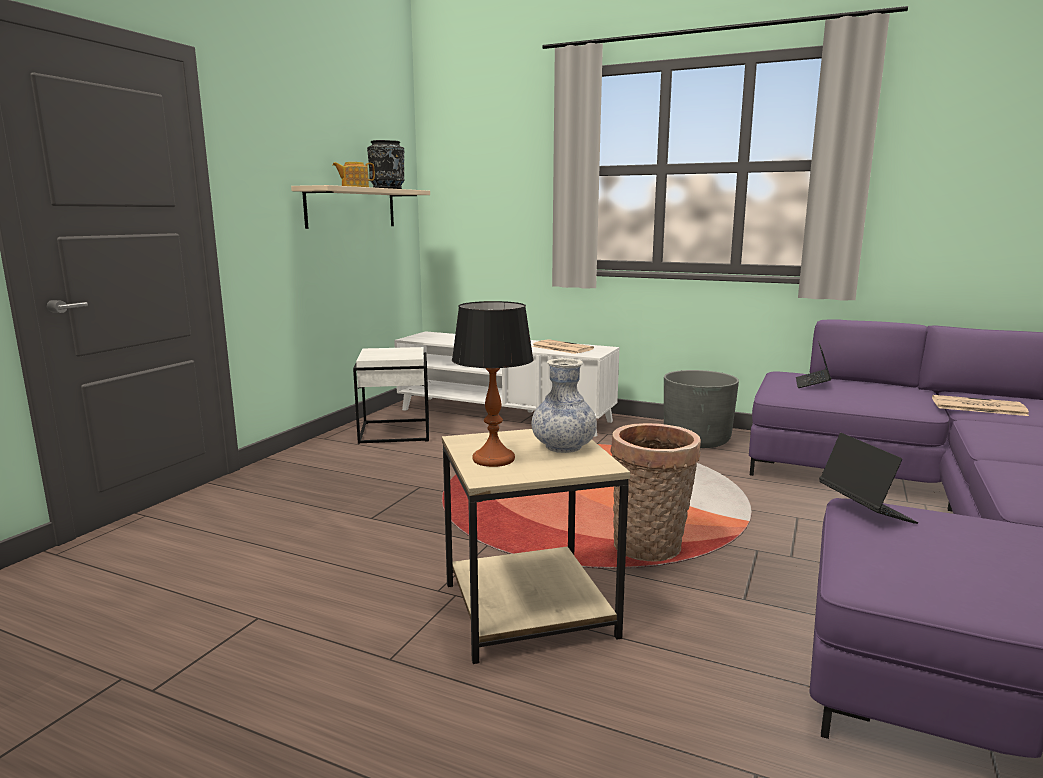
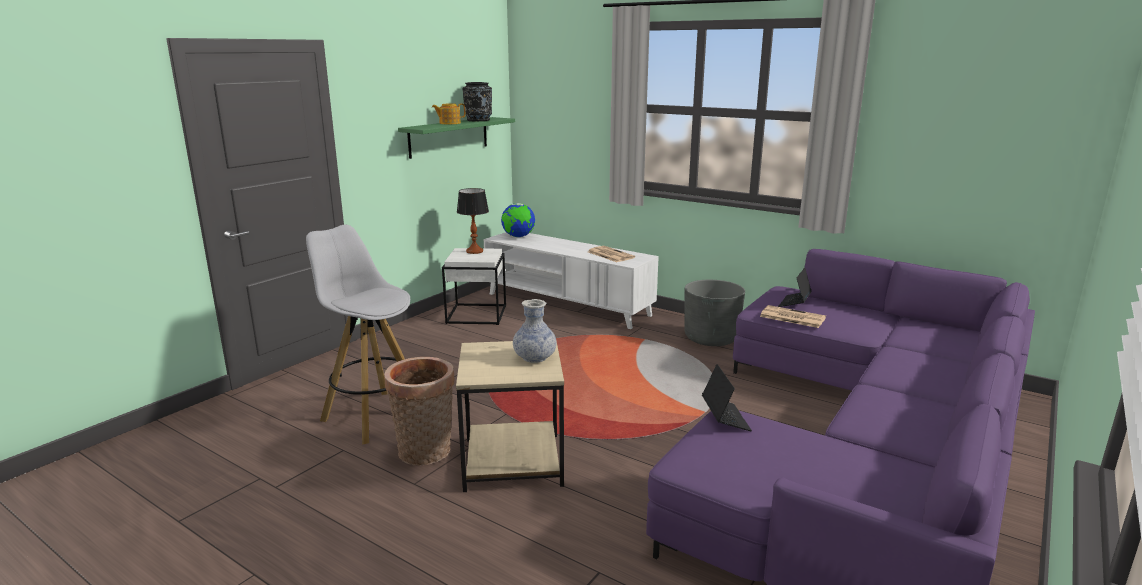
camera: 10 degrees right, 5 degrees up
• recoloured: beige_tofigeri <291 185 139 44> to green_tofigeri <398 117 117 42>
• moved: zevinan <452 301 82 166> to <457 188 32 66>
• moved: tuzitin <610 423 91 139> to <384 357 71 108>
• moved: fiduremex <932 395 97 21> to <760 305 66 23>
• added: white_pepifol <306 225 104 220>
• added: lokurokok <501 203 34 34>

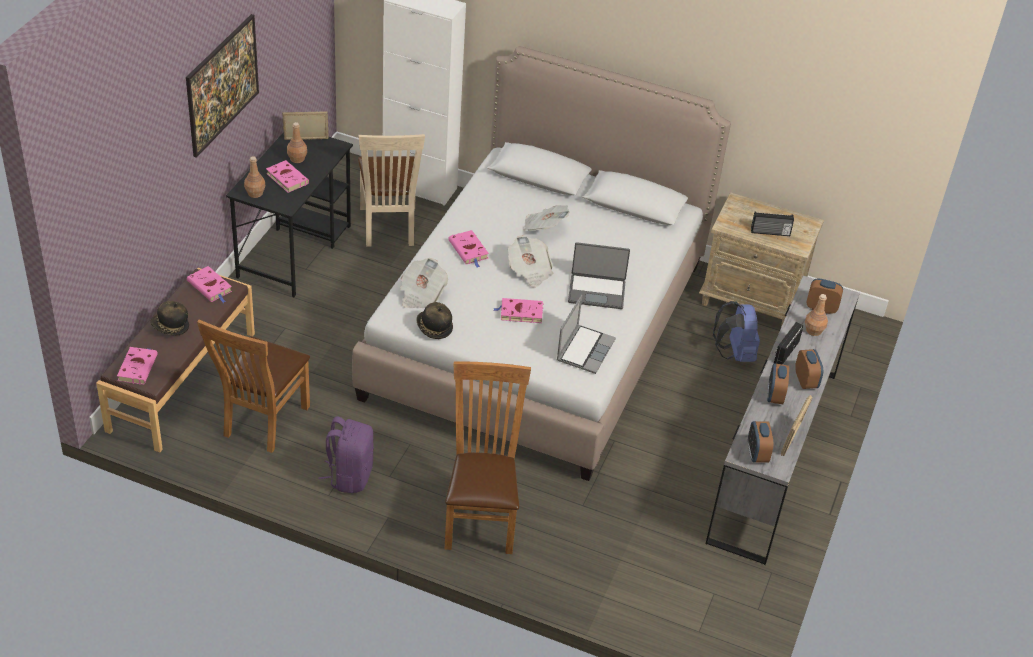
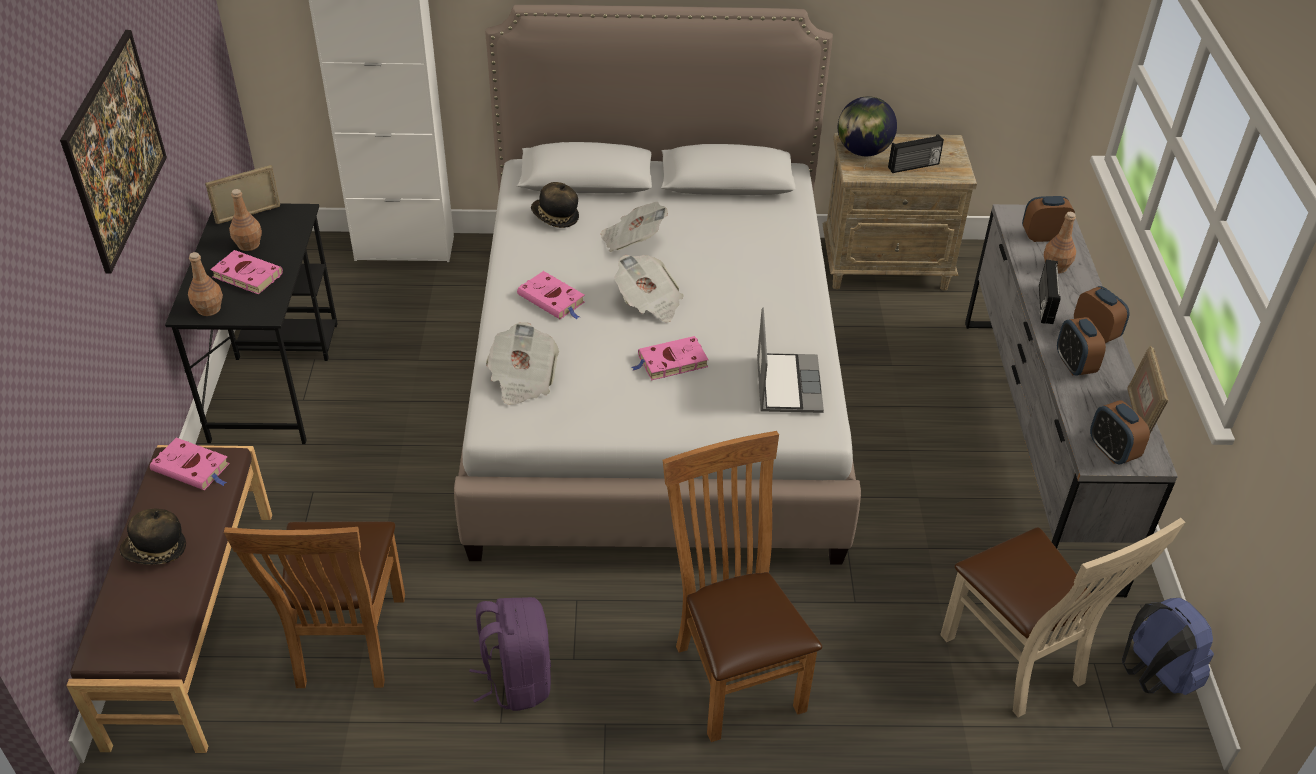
camera: 20 degrees left, 0 degrees up
• removed: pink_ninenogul <117 347 41 38>
• moved: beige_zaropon <358 134 67 113> to <940 518 245 199>
• moved: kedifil <417 302 36 37> to <531 182 48 46>
• removed: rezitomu <568 242 62 67>
• moved: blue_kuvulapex <713 301 47 61> to <1122 598 92 97>
• added: lokurokok <838 96 59 60>

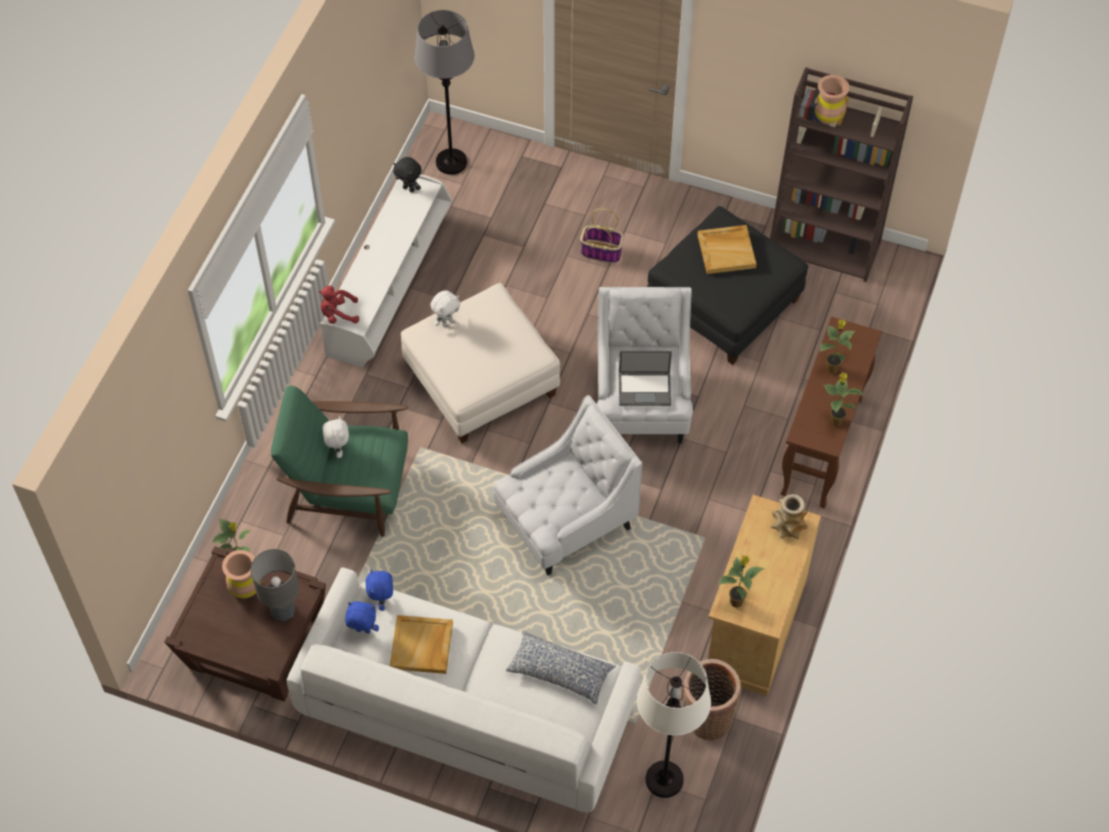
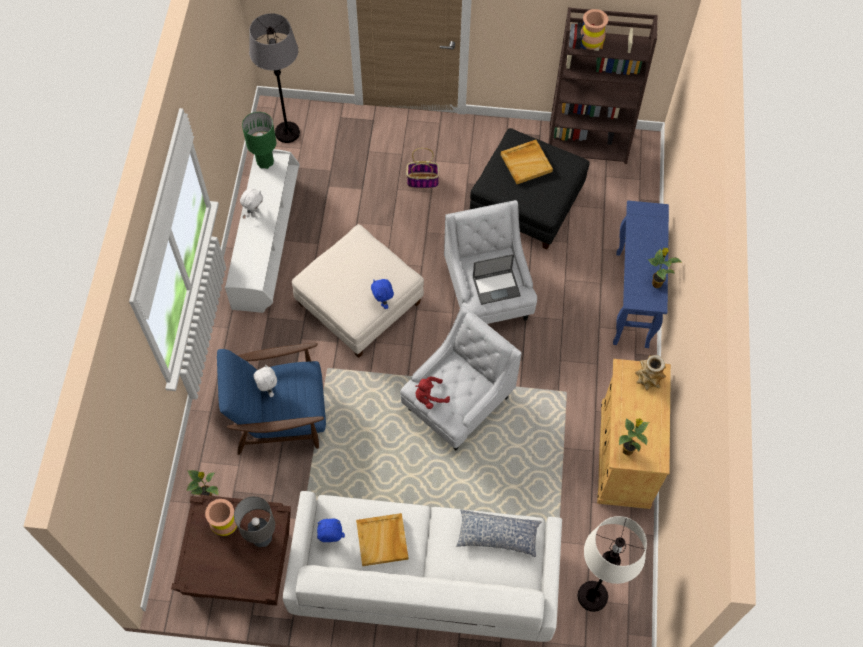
camera: 15 degrees left, 5 degrees up
• recoloured: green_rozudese <271 385 137 152> to blue_rozudese <217 343 109 112>
• moved: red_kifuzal <319 285 40 39> to <415 377 35 32>
• moved: blue_kifuzal <366 569 27 42> to <371 279 23 30>
• replaced: black_kifuzal <393 157 29 35> to green_zevinan <242 112 34 57>
• moved: white_kifuzal <431 290 29 37> to <240 188 23 29>
• removed: tuzitin <683 659 58 82>
• recoloured: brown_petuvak <781 317 101 191> to blue_petuvak <613 200 56 148>
• removed: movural <820 319 35 55>

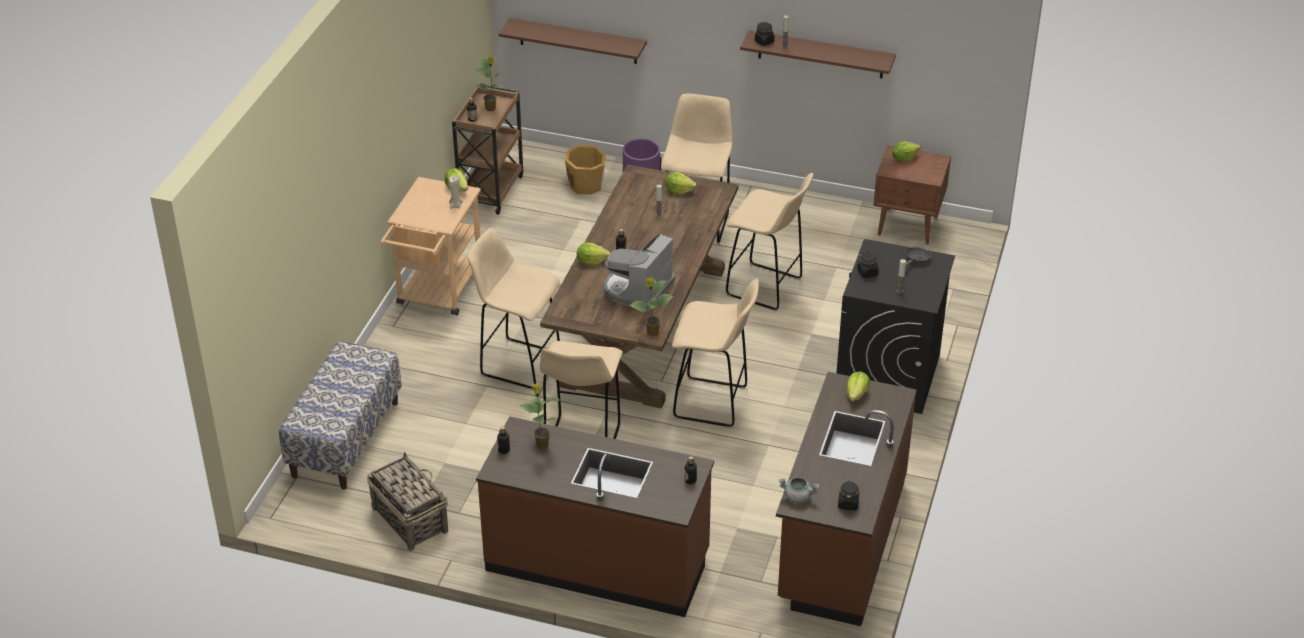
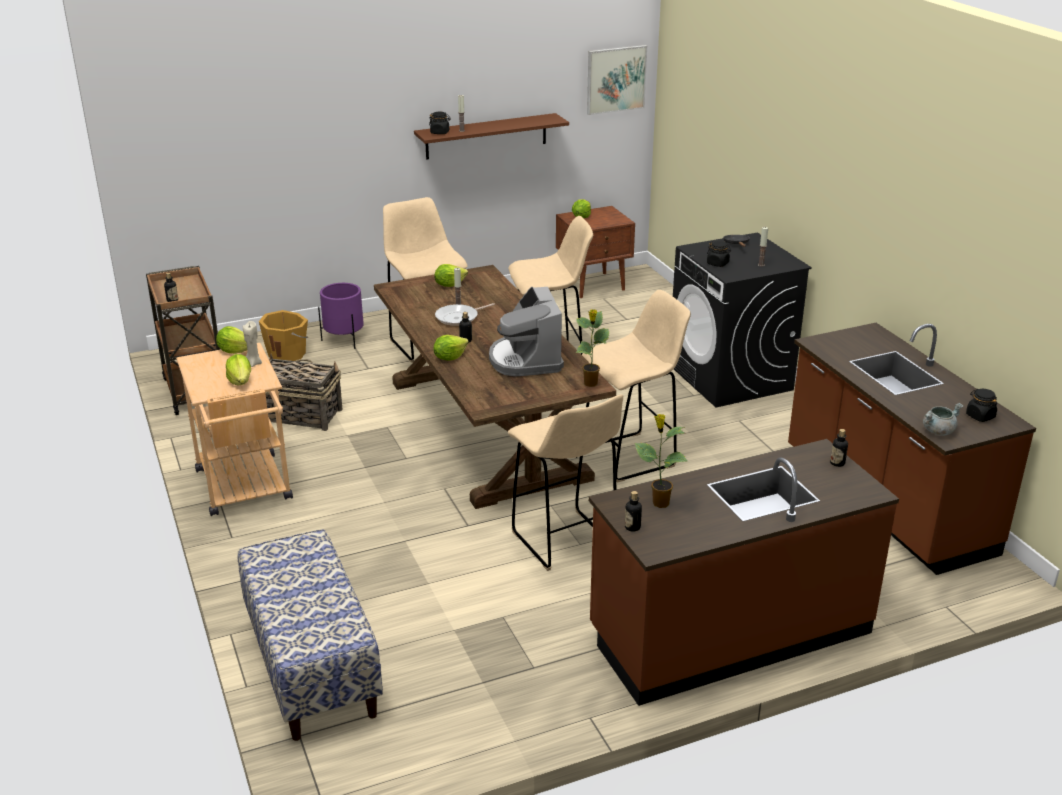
camera: 40 degrees left, 10 degrees down
• moved: tuzitin <367 451 81 100> to <265 354 77 77>
• removed: beige_pepifol <468 228 92 162>
• removed: movural <473 56 29 55>
• removed: brown_tofigeri <499 18 148 46>
• moved: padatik <846 371 24 30> to <226 354 25 31>
• added: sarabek <435 303 60 23>
• added: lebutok <587 45 60 70>

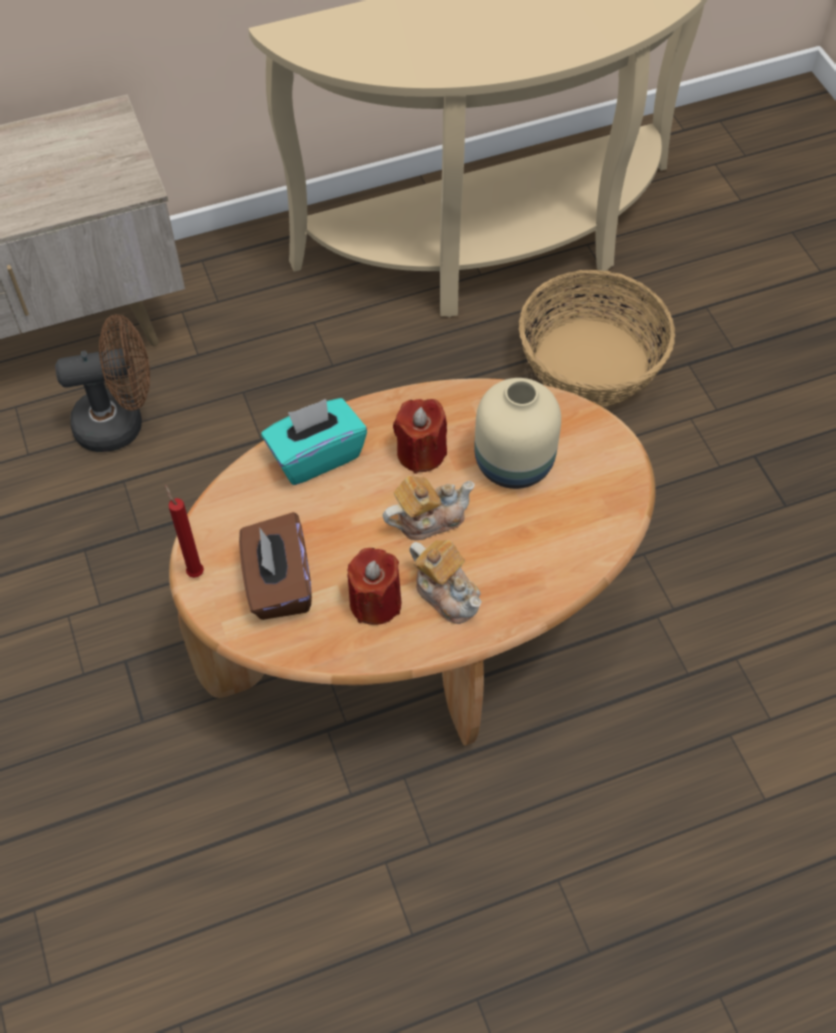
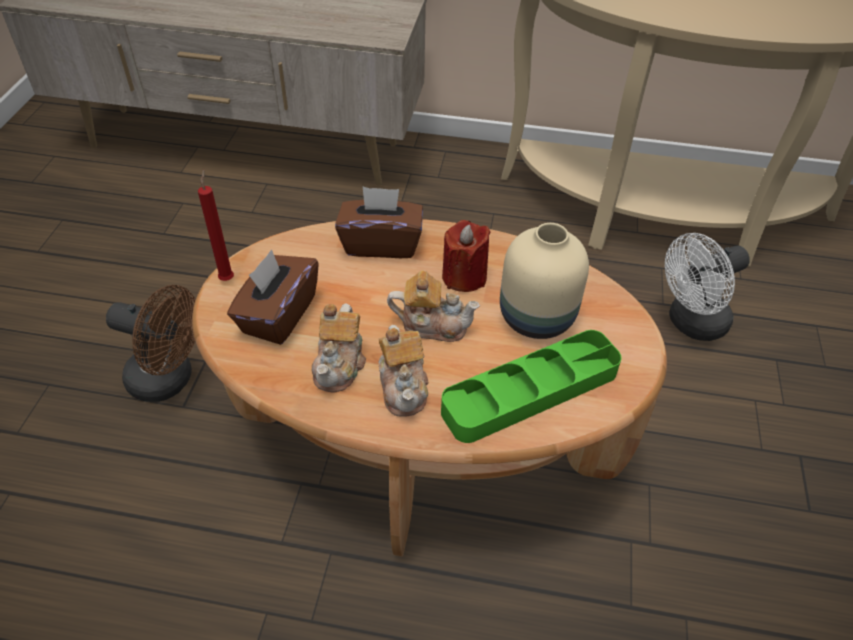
camera: 30 degrees right, 10 degrees down
• moved: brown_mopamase <55 314 95 138> to <106 285 89 117>
• recoloured: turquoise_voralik <261 398 106 87> to brown_voralik <335 187 88 71>
• replaced: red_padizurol <347 548 55 77> to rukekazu <312 303 54 90>
• replaced: tuzitin <519 270 156 137> to white_mopamase <665 233 85 108>
• added: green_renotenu <441 330 180 113>

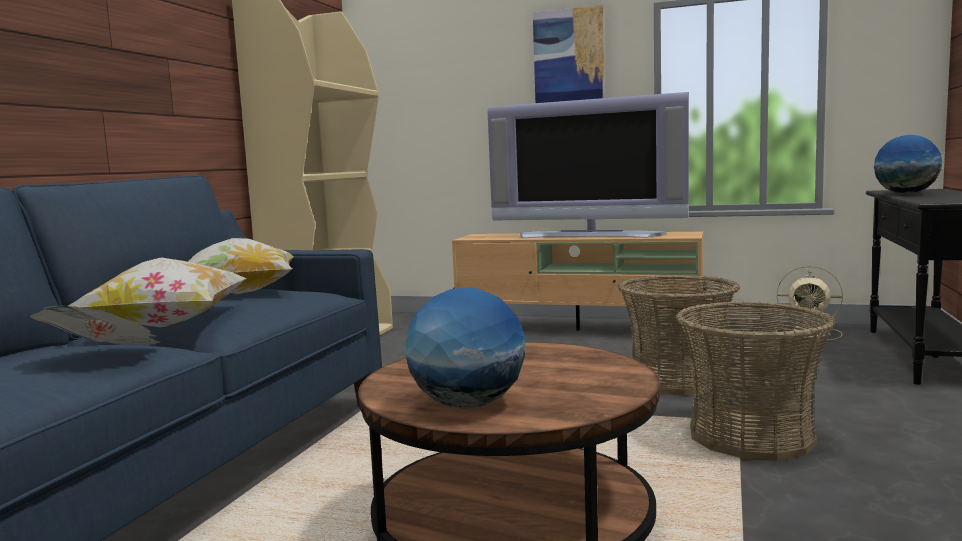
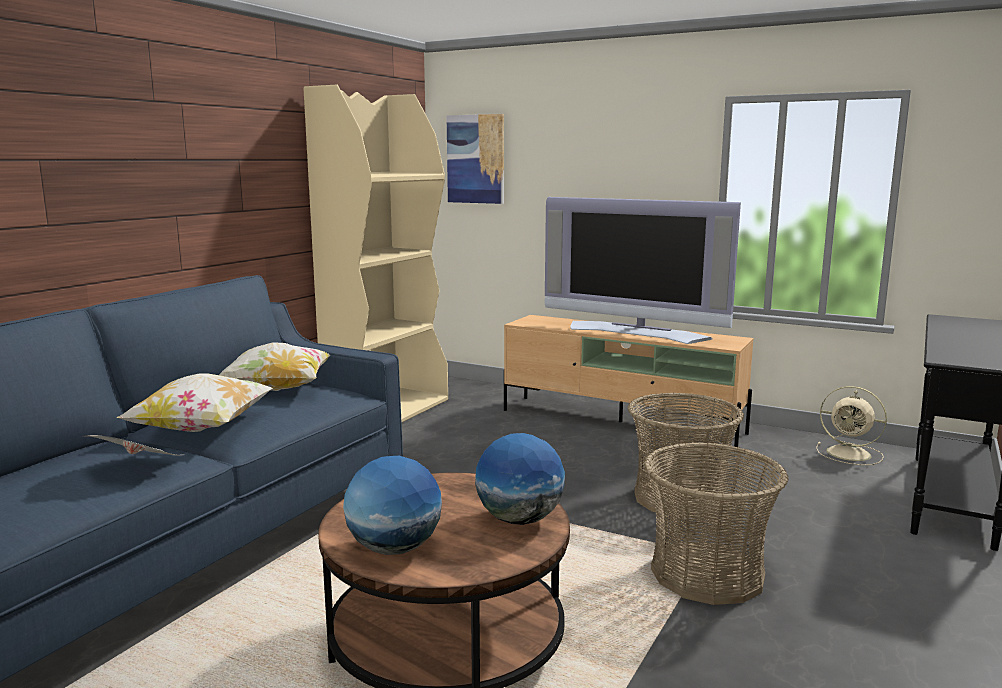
camera: 10 degrees right, 5 degrees up
• moved: lebutok <533 5 72 98> to <447 114 57 90>
• moved: lokurokok <874 135 68 59> to <475 433 90 92>

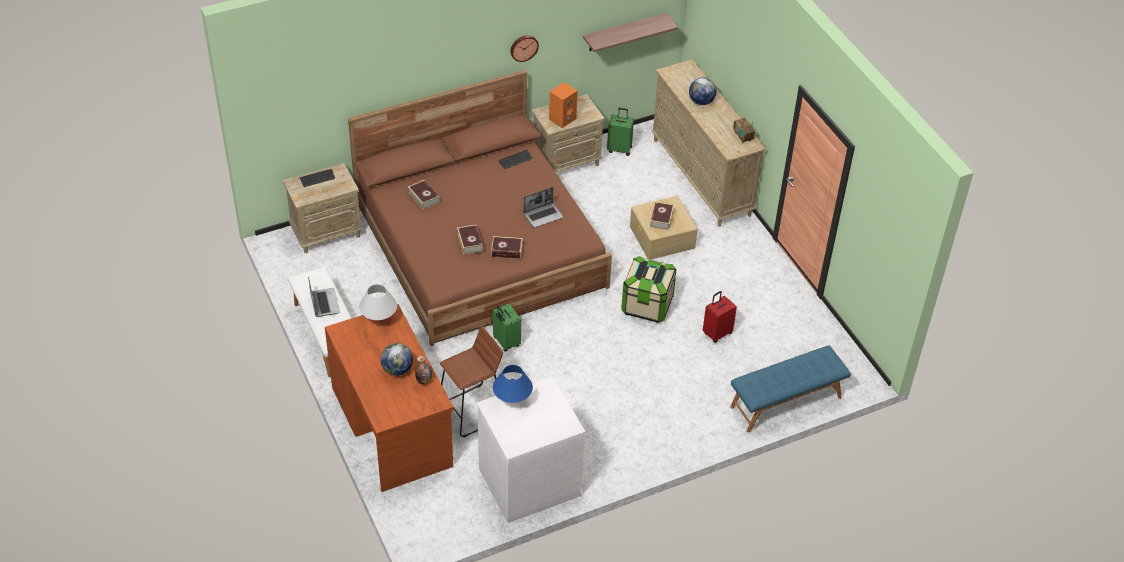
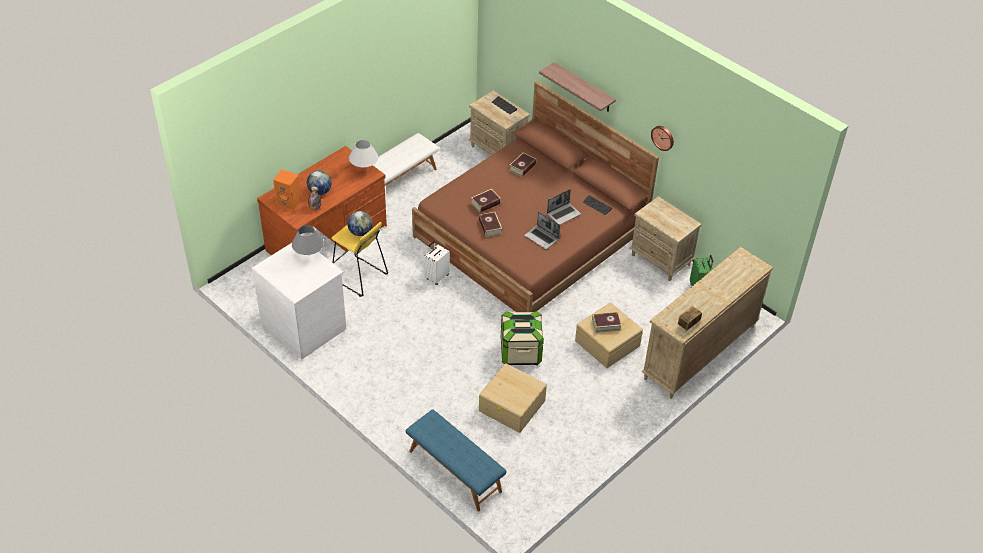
camera: 70 degrees right, 0 degrees up
• moved: rezitomu <308 276 32 41> to <547 189 34 36>
• recoloured: brown_pepifol <440 326 63 111> to yellow_pepifol <331 222 57 75>
• recoloured: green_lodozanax <493 303 28 49> to white_lodozanax <424 241 26 44>
• recoloured: blue_zevinan <493 365 40 38> to grey_zevinan <292 225 32 30>
• moved: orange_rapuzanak <549 82 29 46> to <273 169 29 41>
• moved: tofigeri <583 13 95 39> to <539 62 77 50>
• moved: lokurokok <689 77 28 28> to <347 211 26 25>
• replaced: red_lodozanax <703 291 34 52> to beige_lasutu <479 363 68 70>

